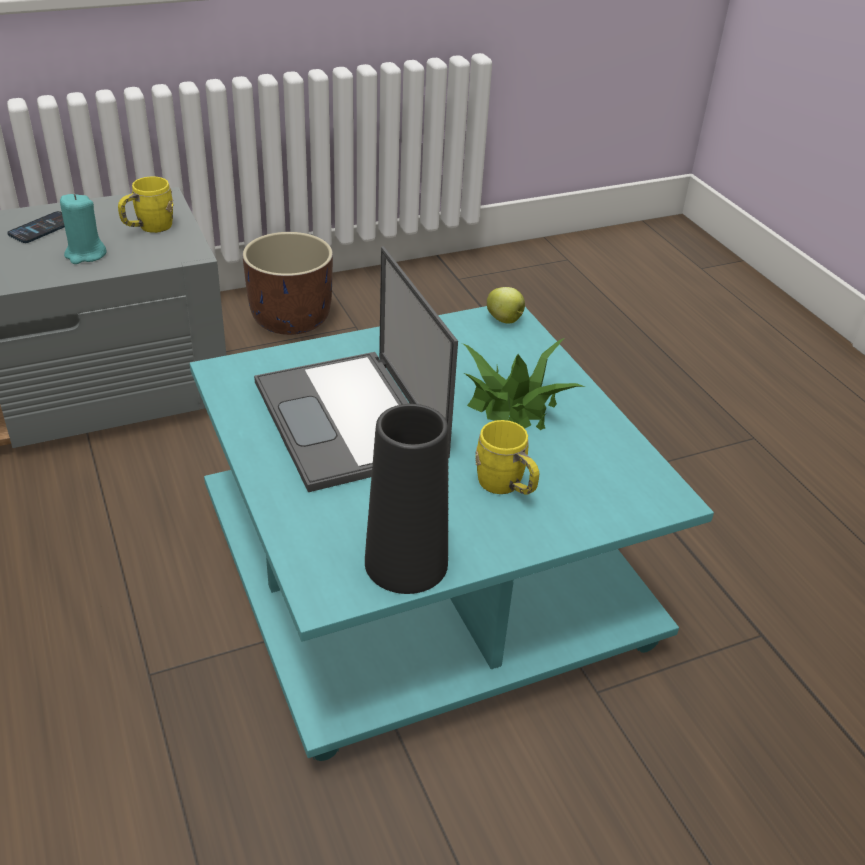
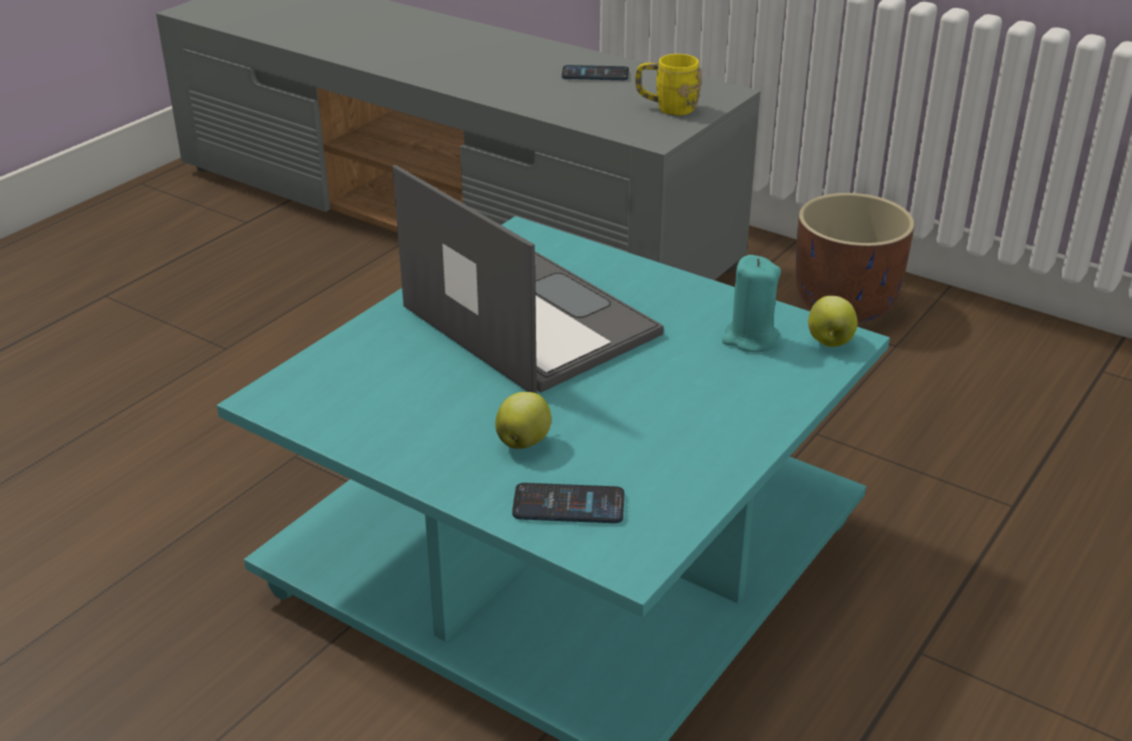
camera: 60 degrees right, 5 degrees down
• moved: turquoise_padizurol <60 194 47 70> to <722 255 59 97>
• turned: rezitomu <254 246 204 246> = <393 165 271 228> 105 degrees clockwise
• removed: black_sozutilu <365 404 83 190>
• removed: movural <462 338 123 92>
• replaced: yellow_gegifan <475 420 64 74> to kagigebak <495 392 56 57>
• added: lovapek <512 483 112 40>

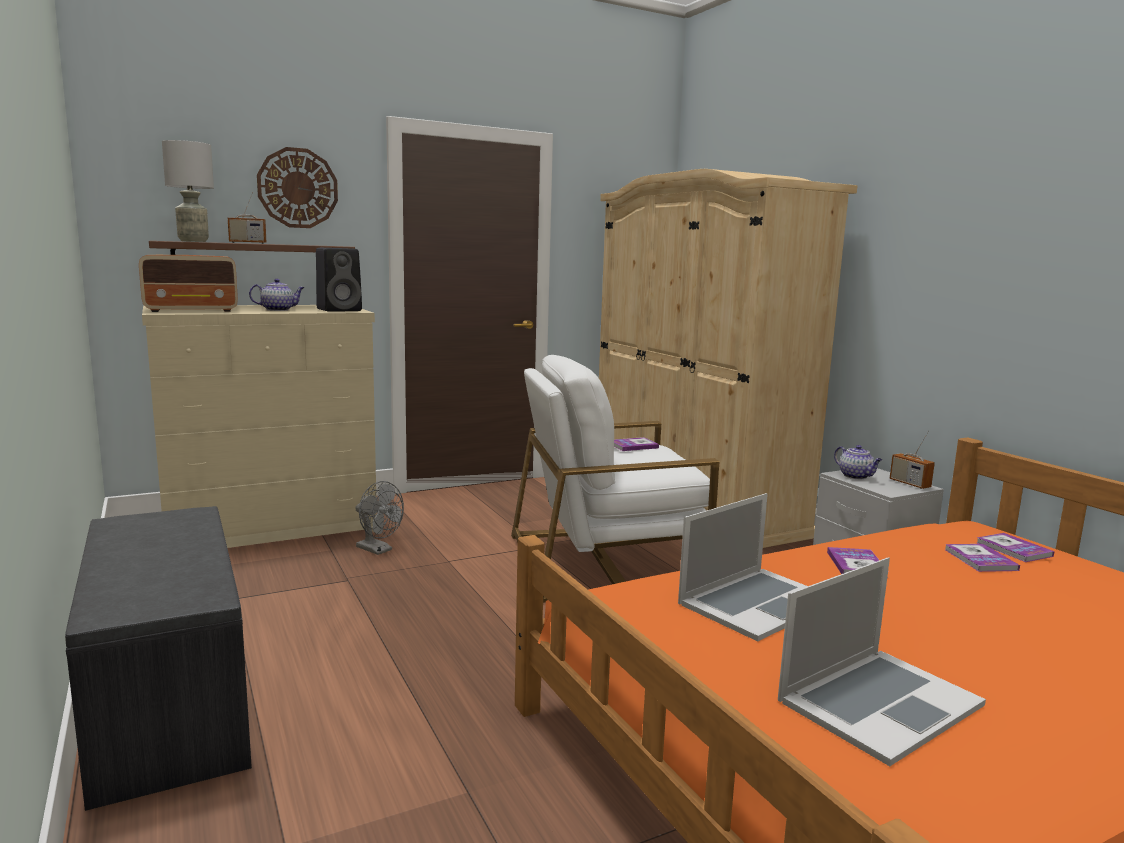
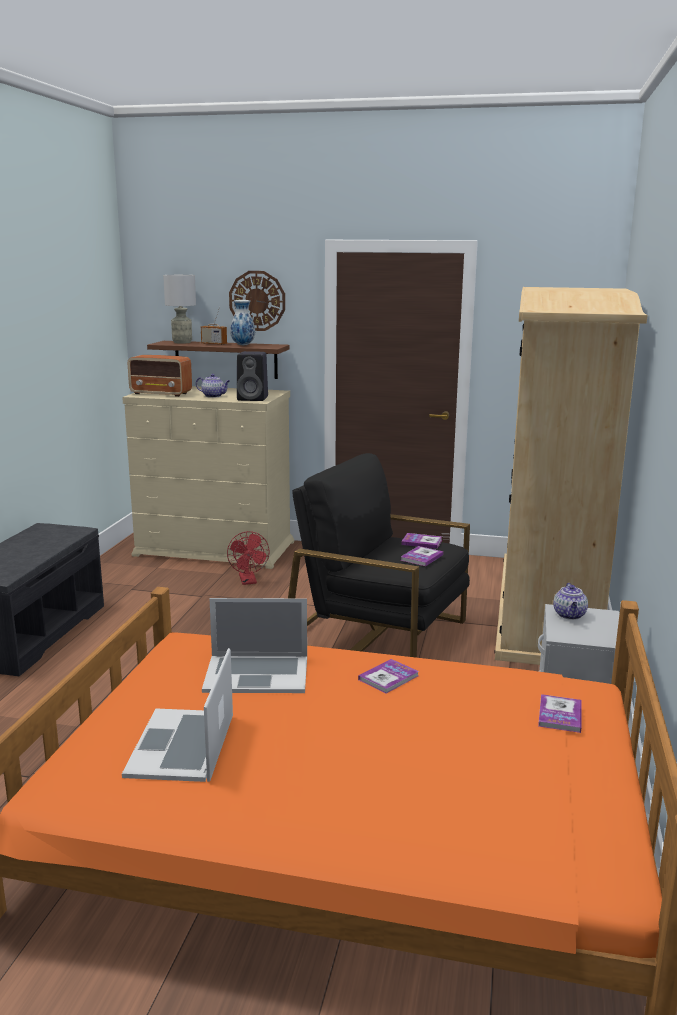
camera: 40 degrees right, 5 degrees up
• recoloured: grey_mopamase <355 481 49 74> to red_mopamase <227 531 43 54>
• recoloured: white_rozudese <511 355 208 248> to black_rozudese <288 453 182 205>
• turned: rezitomu <778 557 208 209> = <122 648 111 134> 90 degrees clockwise
• removed: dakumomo <889 430 46 59>
• moved: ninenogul <945 544 75 28> to <401 546 42 20>
• added: sozutilu <230 300 25 45>

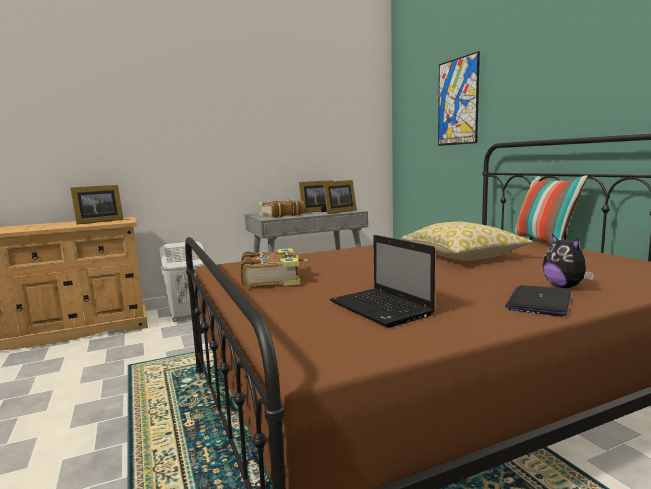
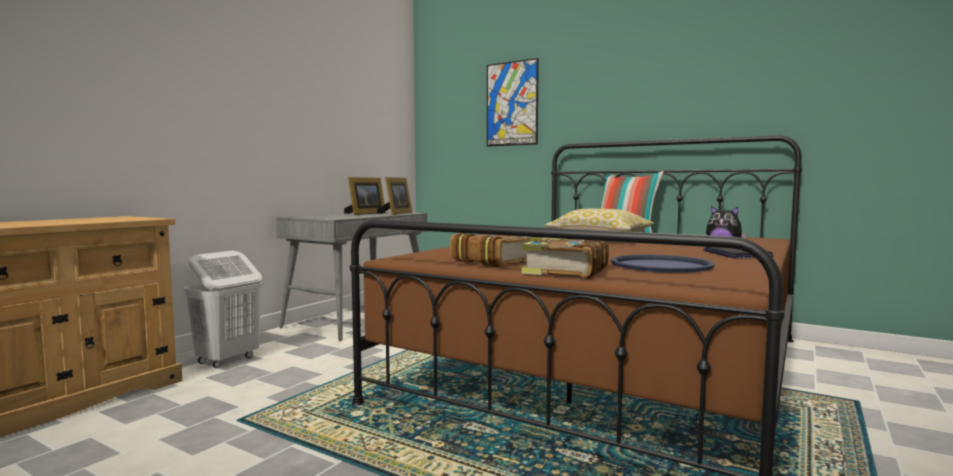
camera: 35 degrees left, 5 degrees down
• removed: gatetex <70 185 54 40>
• moved: ninenogul <259 199 45 19> to <521 238 88 40>
• replaced: rezitomu <330 235 105 93> to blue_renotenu <611 255 104 18>

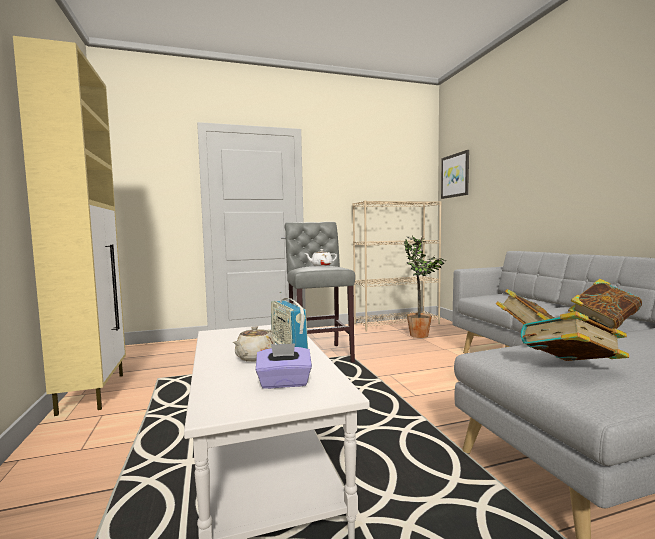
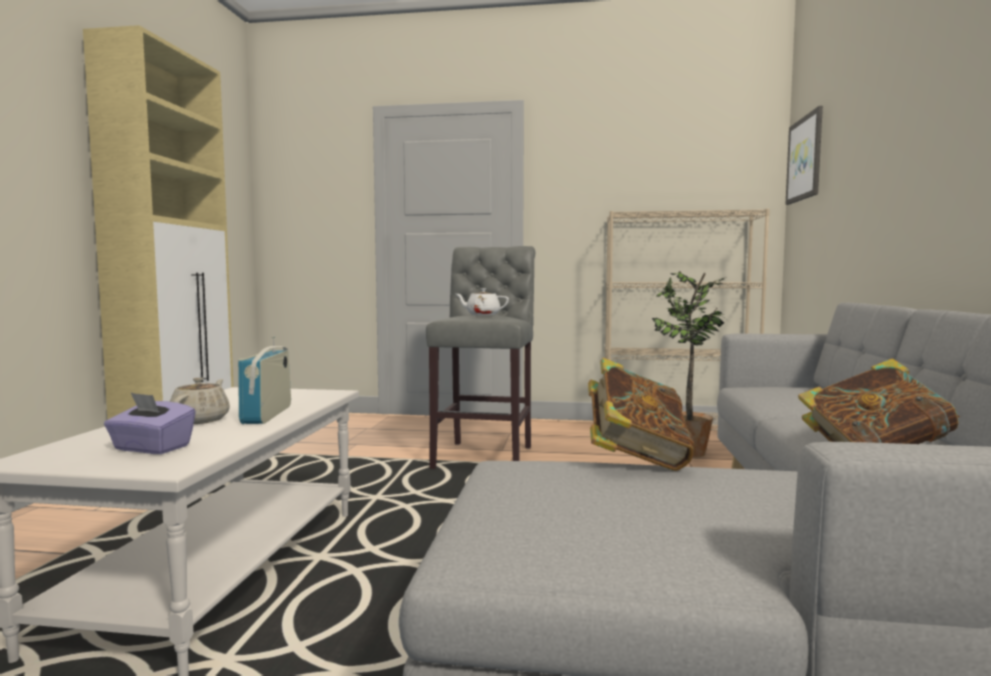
camera: 25 degrees right, 0 degrees up
• turned: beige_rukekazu <233 326 42 36> = <170 377 60 47> 135 degrees clockwise
• removed: ninenogul <520 311 109 50>

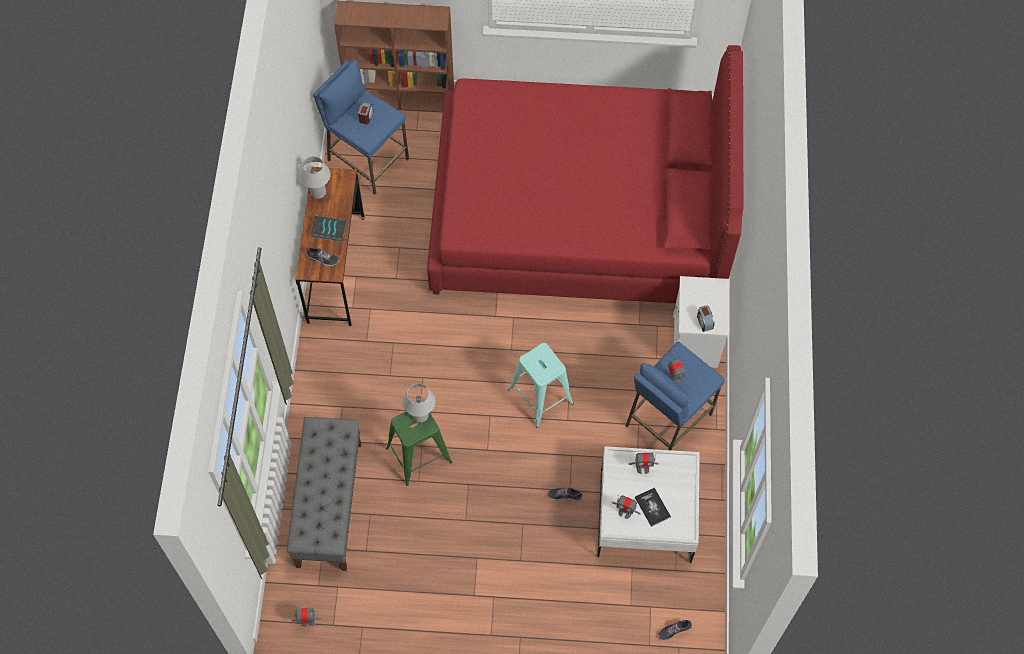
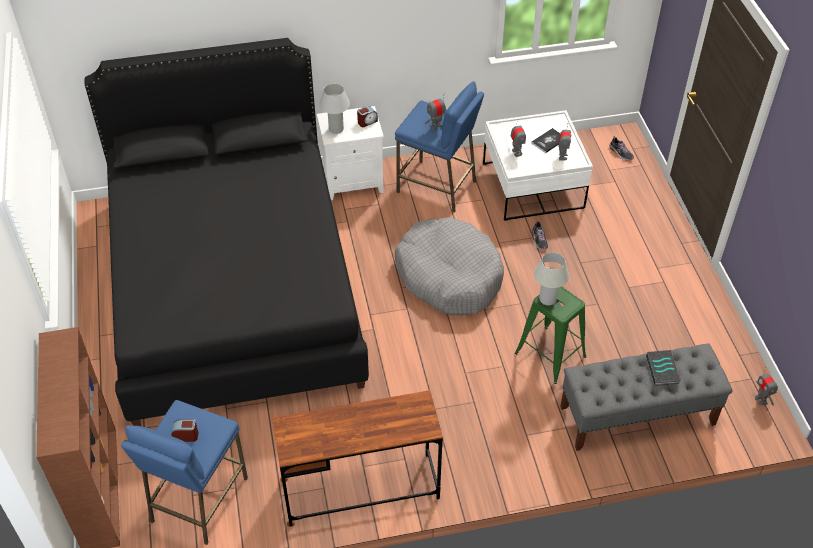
camera: 105 degrees left, 15 degrees down
• moved: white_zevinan <299 156 32 43> to <319 84 31 50>
• removed: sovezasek <306 247 34 19>
• moved: ninenogul <310 215 37 27> to <646 350 35 36>
• recoloured: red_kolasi <427 45 316 258> to black_kolasi <84 38 285 388>
• replaced: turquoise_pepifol <508 343 66 85> to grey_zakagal <395 217 109 98>

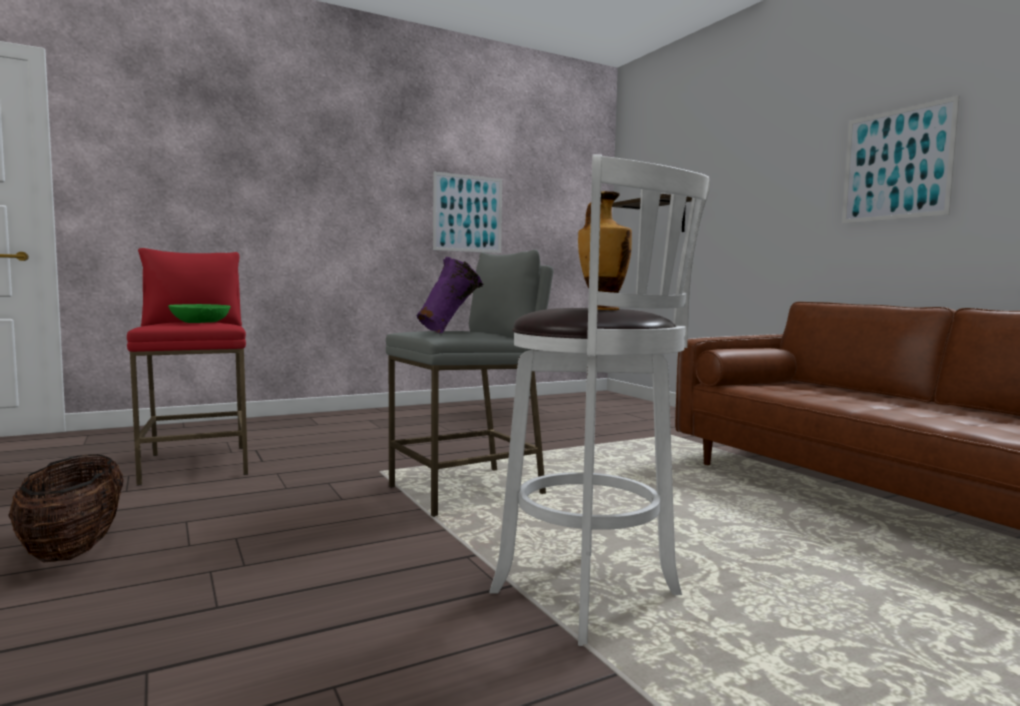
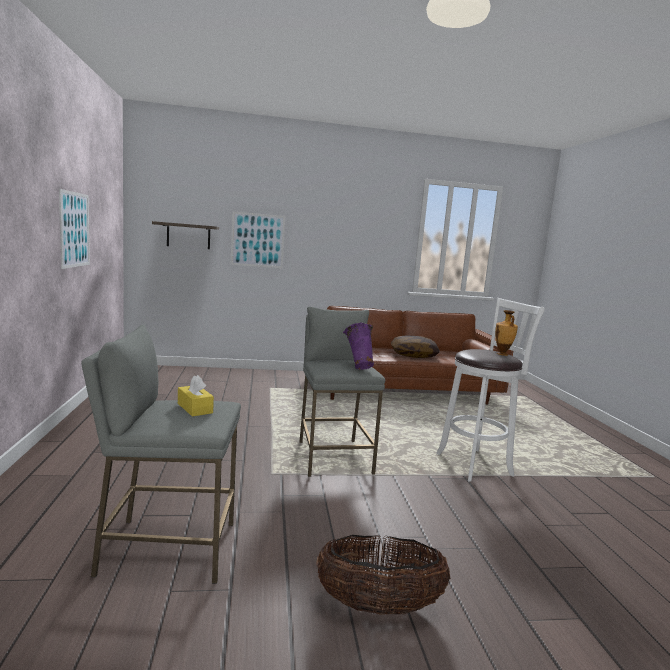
camera: 70 degrees left, 5 degrees up
• recoloured: red_pepifol <127 248 121 238> to grey_pepifol <81 325 160 259>
• replaced: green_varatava <168 304 63 19> to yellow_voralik <178 375 36 42>
• moved: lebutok <842 95 118 129> to <230 211 55 57>
• added: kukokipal <391 335 49 23>

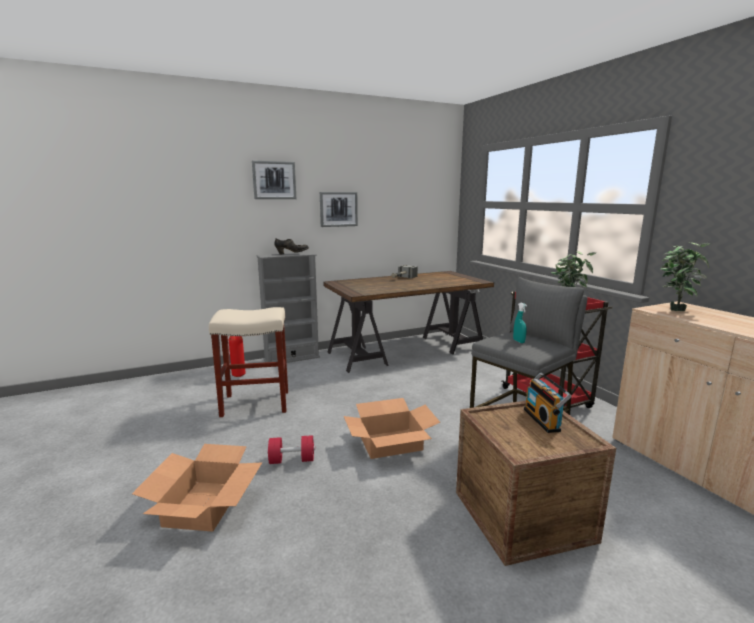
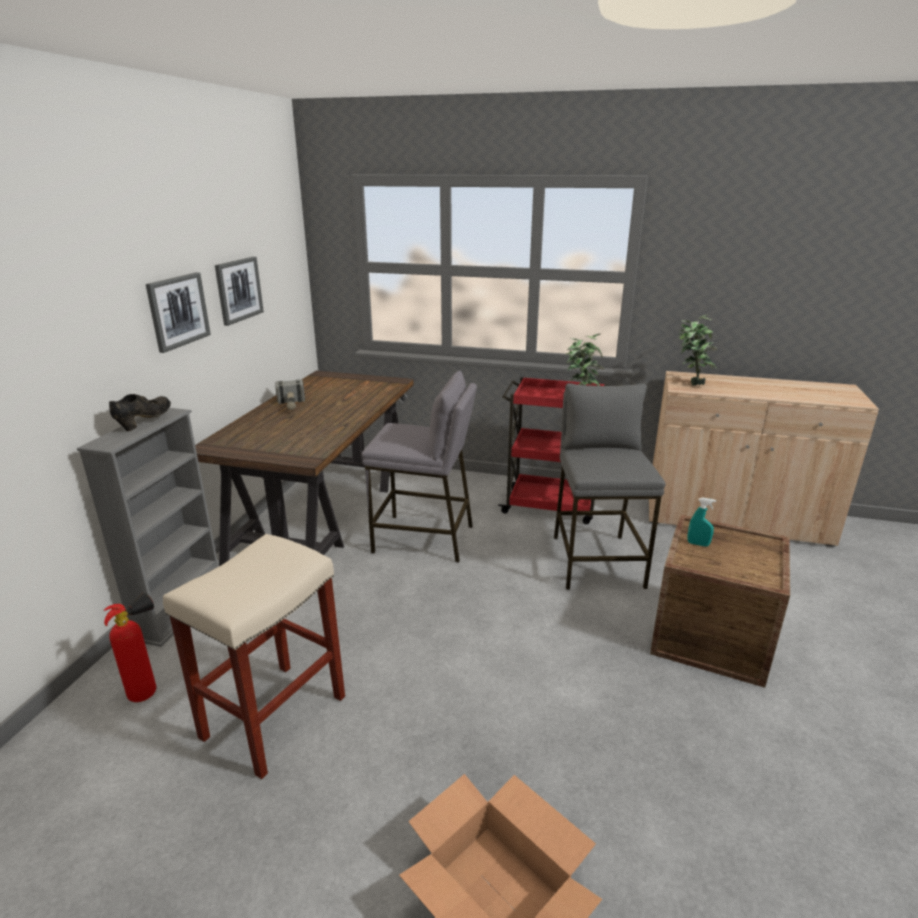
camera: 50 degrees left, 10 degrees up
• moved: lebutok <252 161 44 38> to <215 257 49 69>
• removed: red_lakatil <267 435 48 29>
• removed: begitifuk <344 398 96 61>
• moved: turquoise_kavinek <513 303 14 40> to <688 497 28 49>
• removed: dakumomo <524 372 48 61>
• added: grey_pepifol <362 371 115 192>

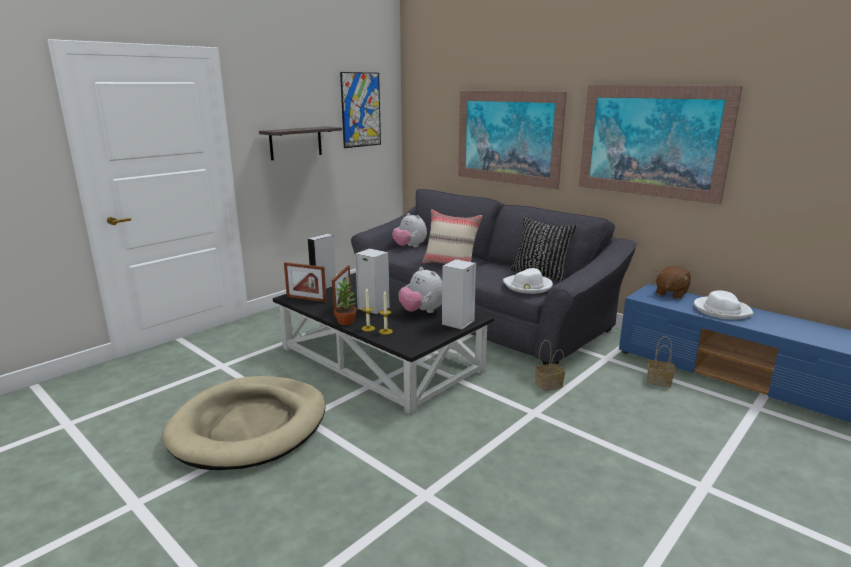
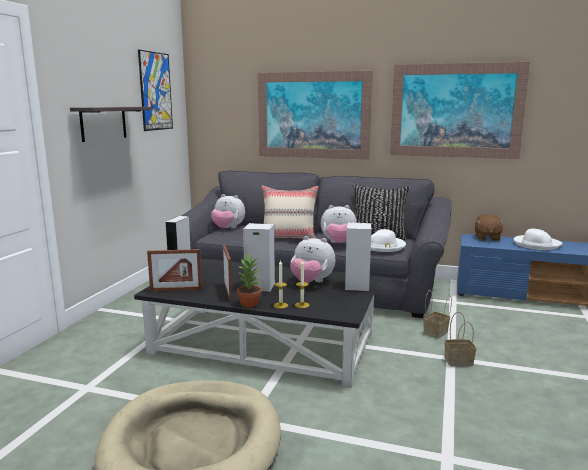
camera: 25 degrees left, 5 degrees down
• moved: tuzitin <647 336 28 52> to <444 312 32 55>
• added: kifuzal <321 205 35 38>

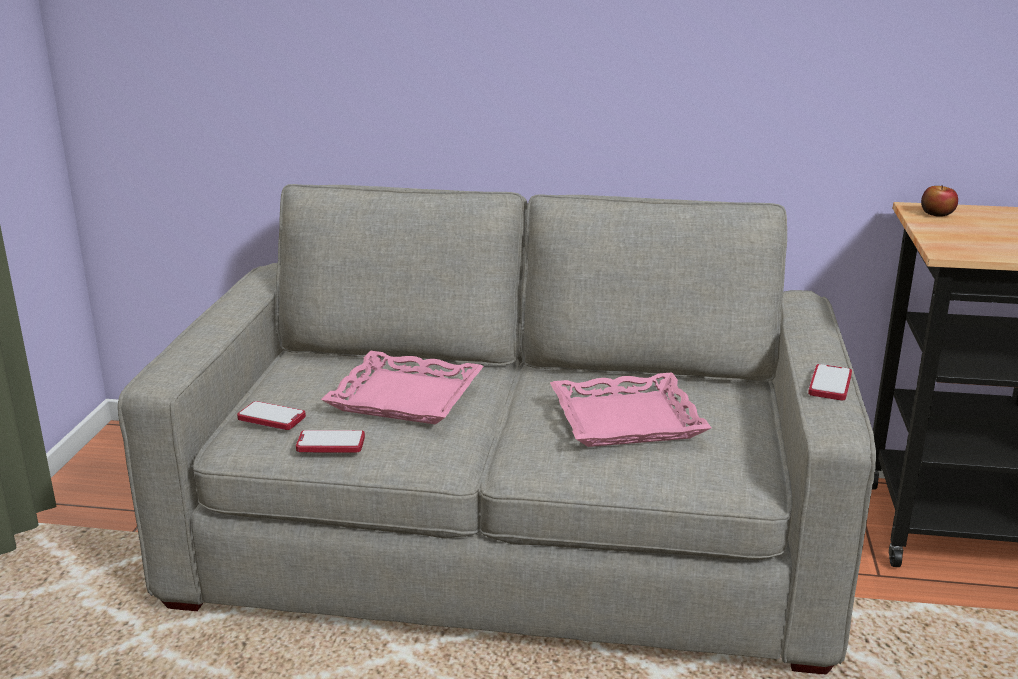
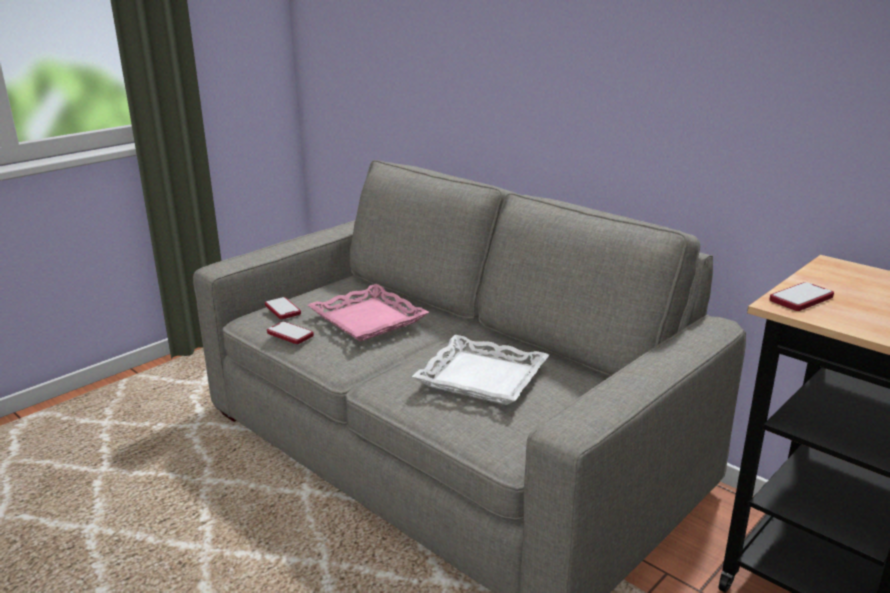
camera: 35 degrees right, 0 degrees up
• recoloured: pink_renotenu <550 373 161 74> to white_renotenu <412 335 137 70>
• moved: lovapek <808 364 44 36> to <769 282 65 29>
• removed: kagigebak <921 185 37 32>

